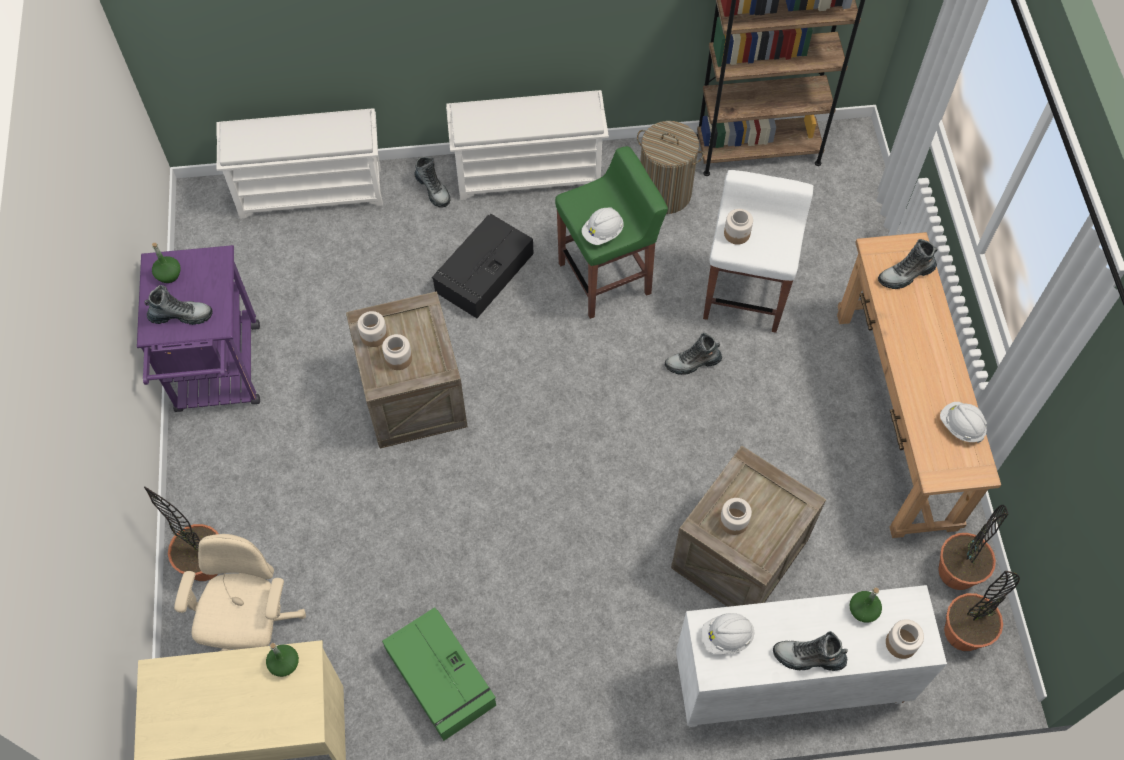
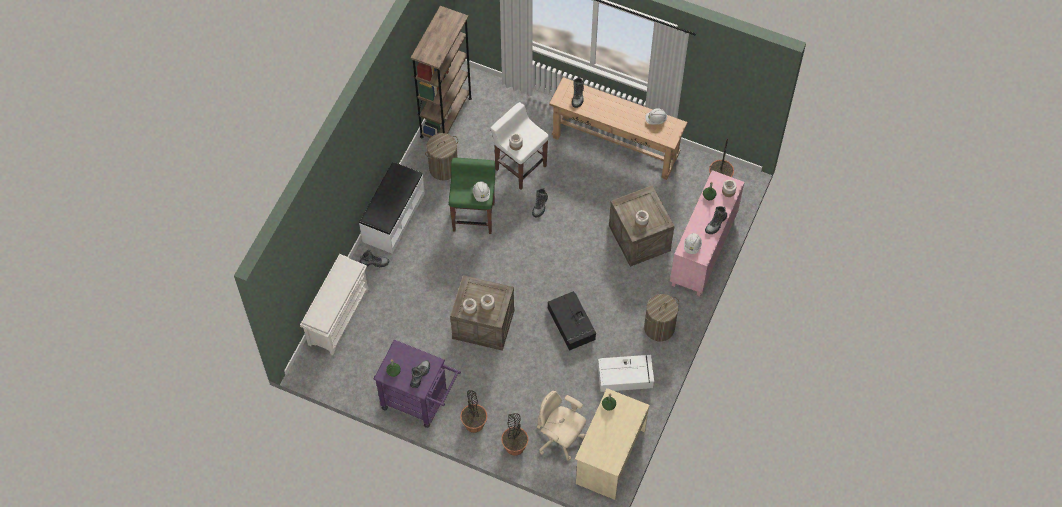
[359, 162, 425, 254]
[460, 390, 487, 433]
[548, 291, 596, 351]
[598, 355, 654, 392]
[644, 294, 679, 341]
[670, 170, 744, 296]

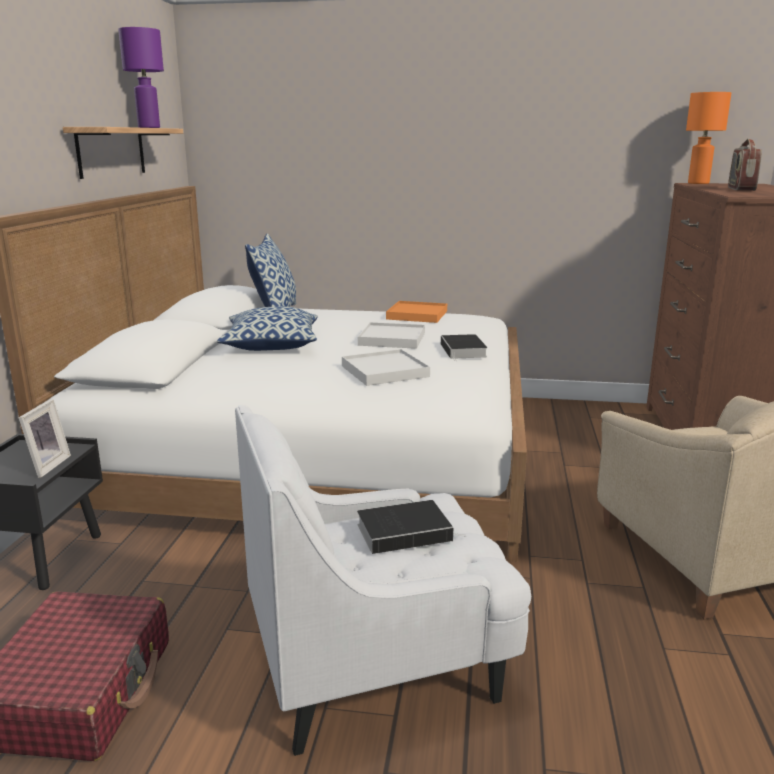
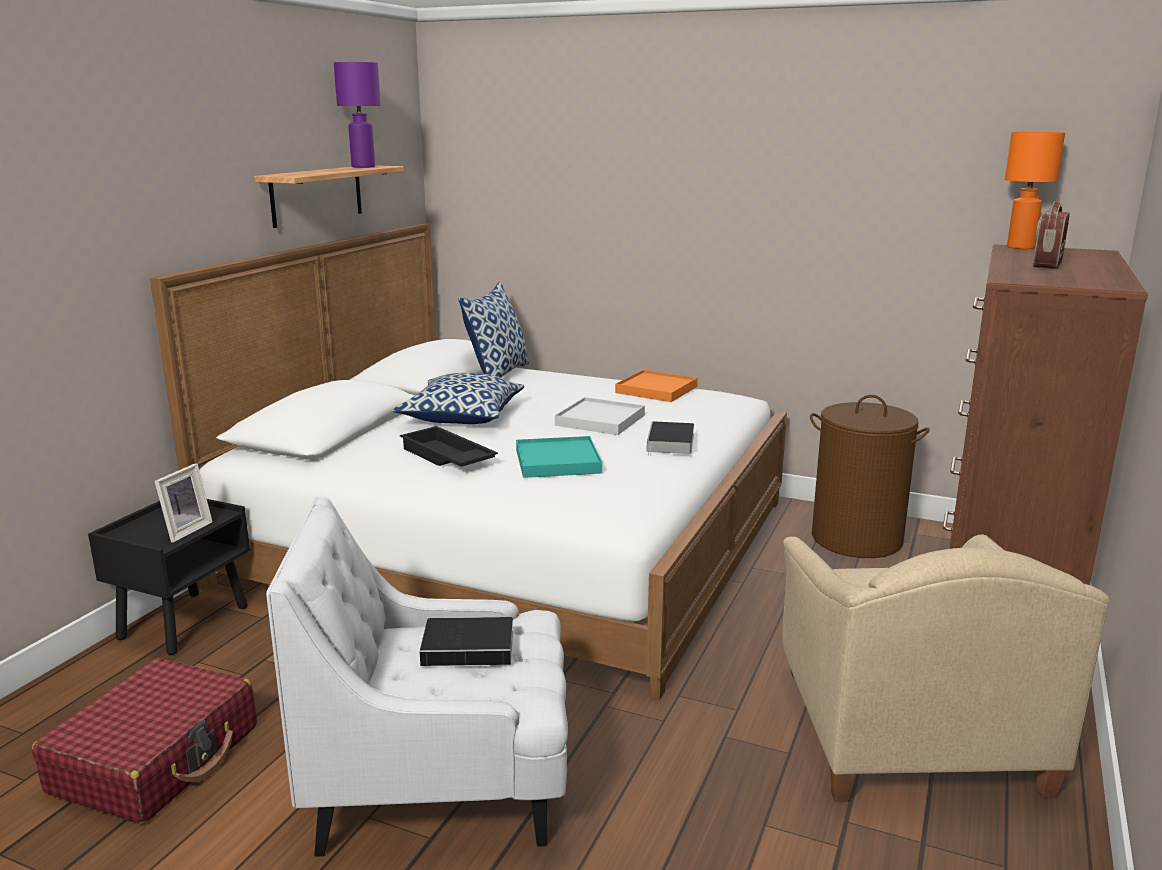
[400, 426, 498, 467]
[516, 436, 602, 478]
[810, 395, 930, 558]

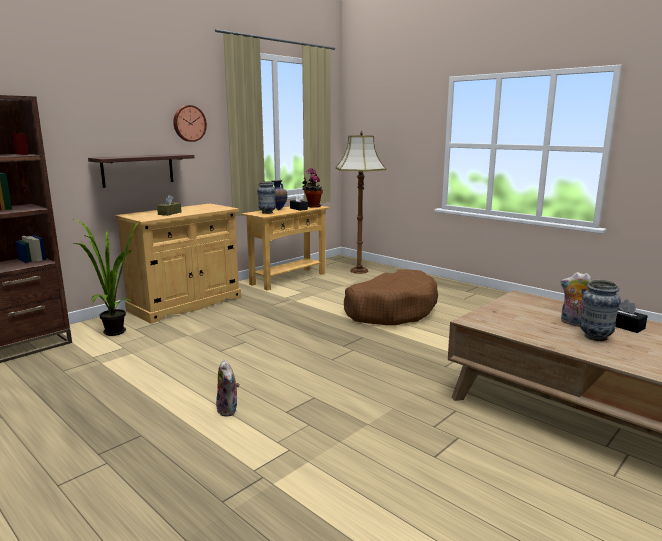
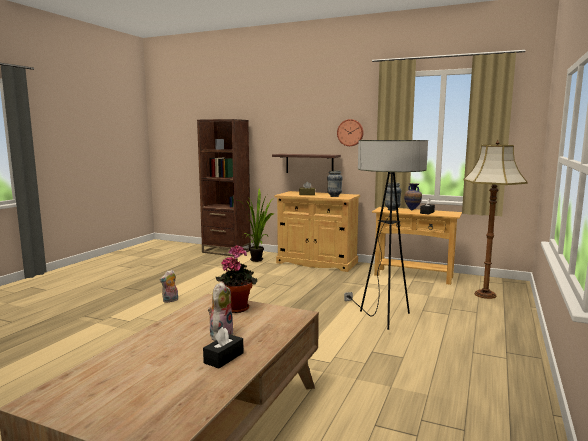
[216, 245, 257, 313]
[327, 170, 343, 197]
[344, 140, 428, 330]

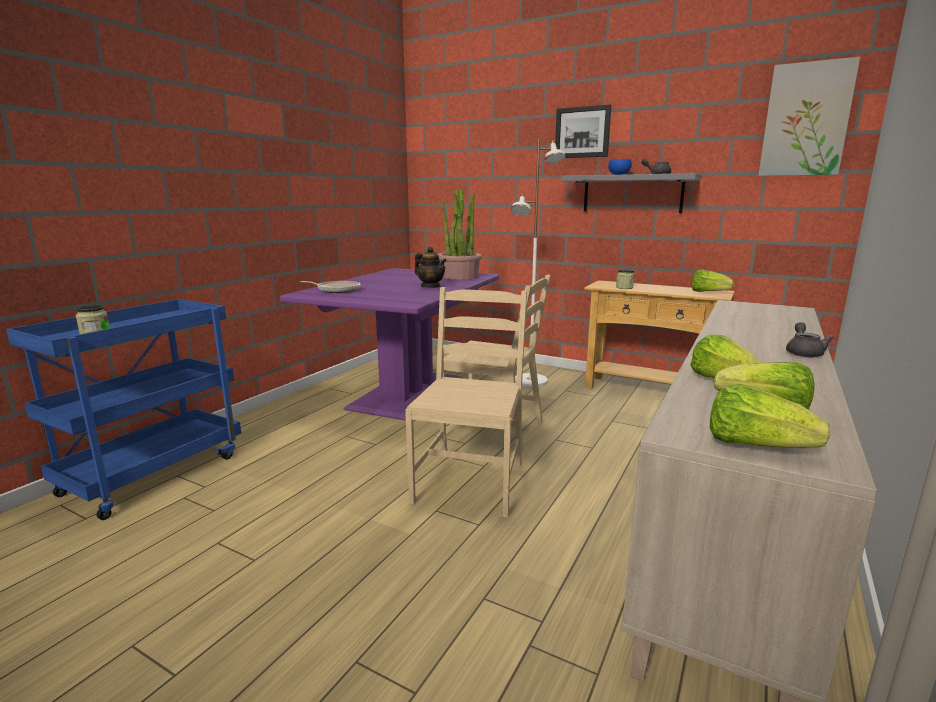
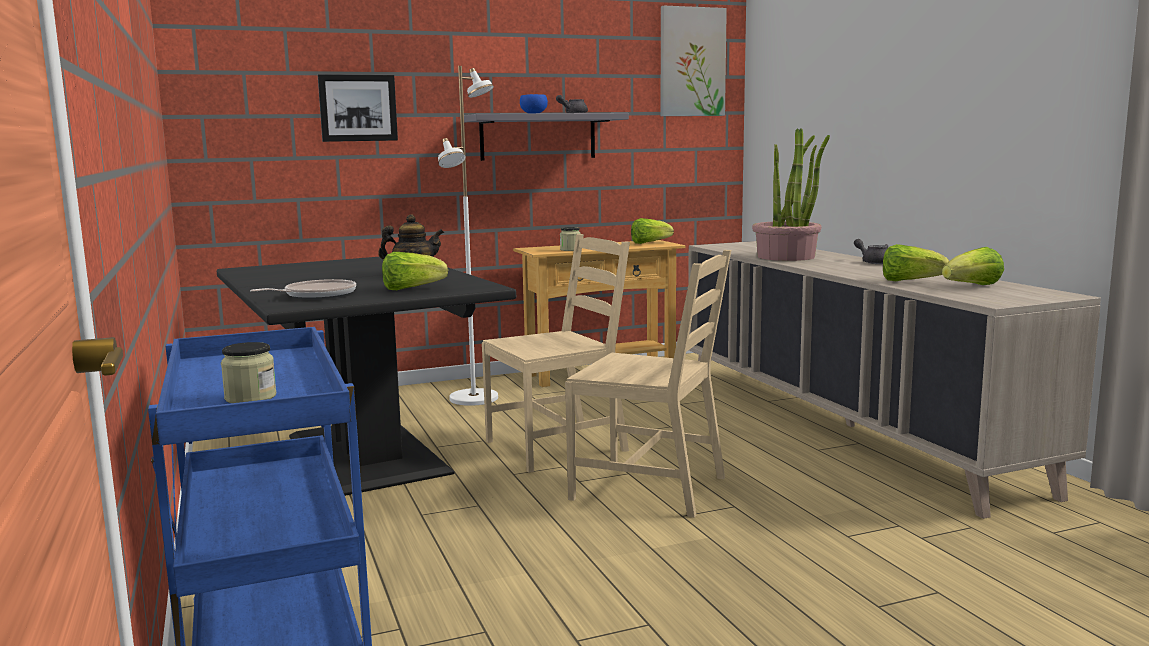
[217, 257, 516, 496]
[318, 74, 398, 142]
[382, 252, 448, 290]
[565, 250, 731, 518]
[752, 128, 830, 261]

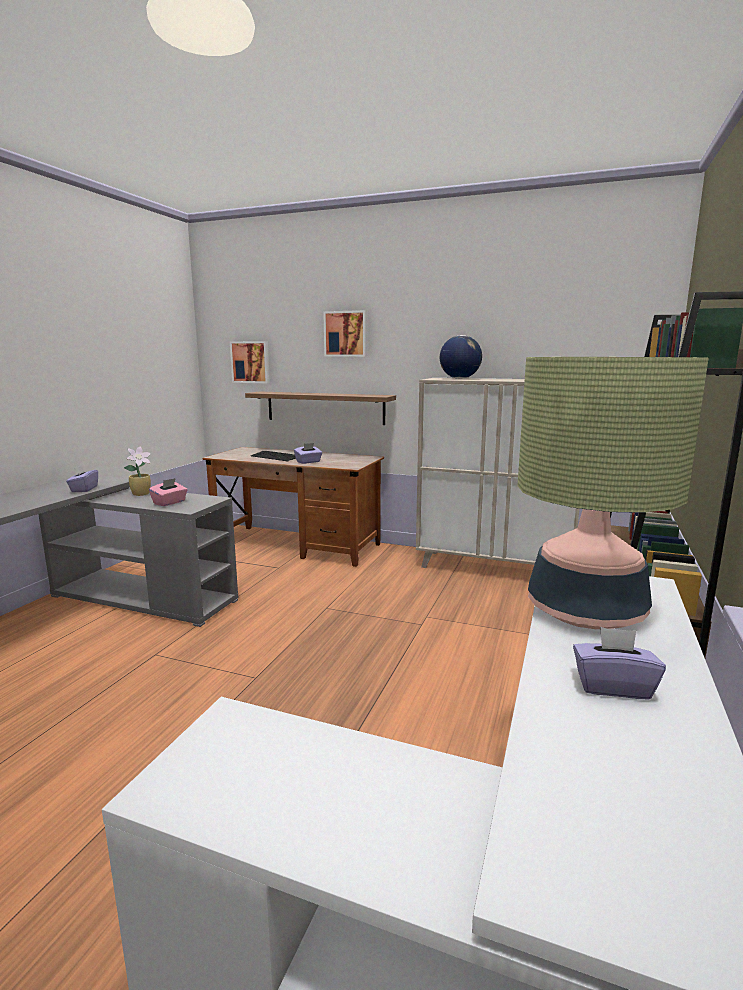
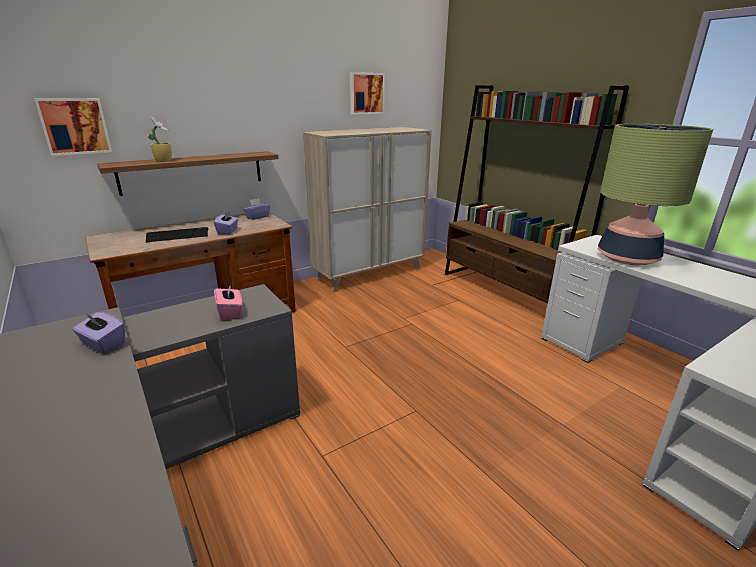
[148, 116, 172, 162]
[243, 198, 270, 220]
[350, 72, 385, 115]
[440, 335, 482, 379] (first image)

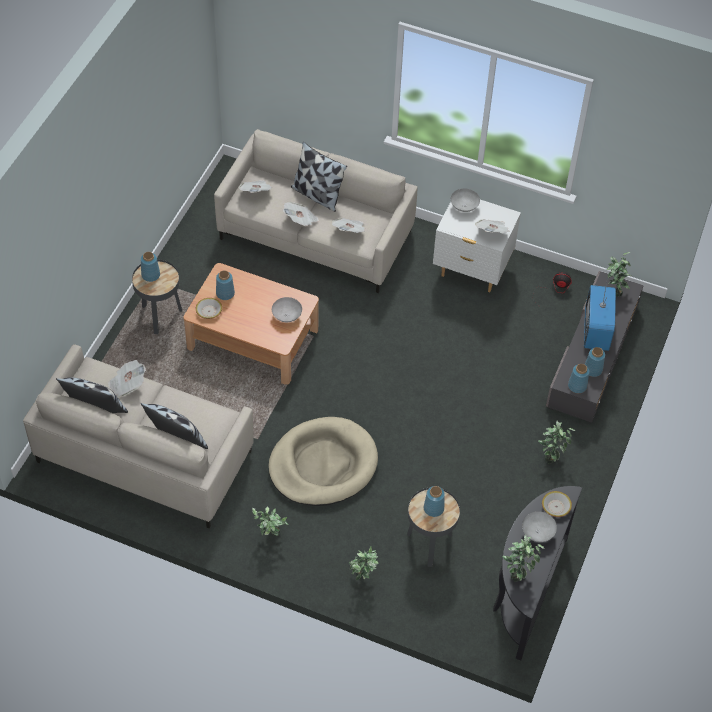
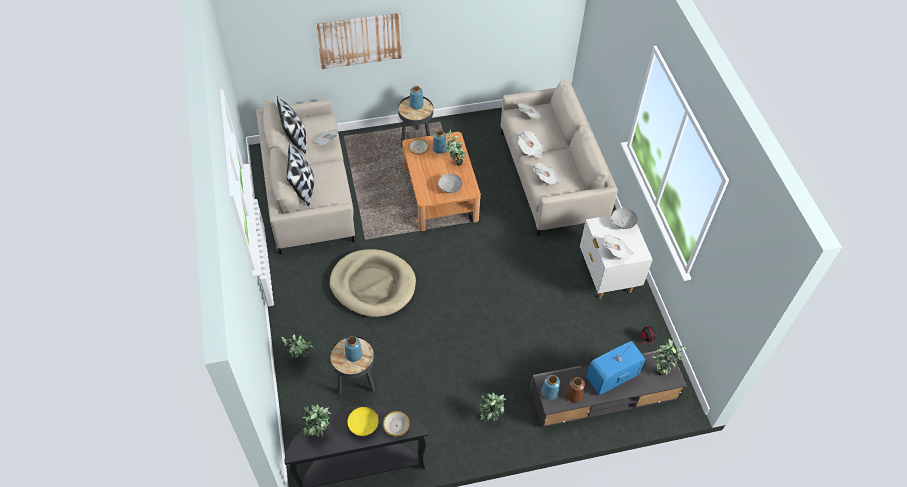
[316, 13, 403, 69]
[347, 407, 379, 436]
[443, 130, 466, 166]
[566, 377, 585, 402]
[291, 142, 347, 212] (first image)

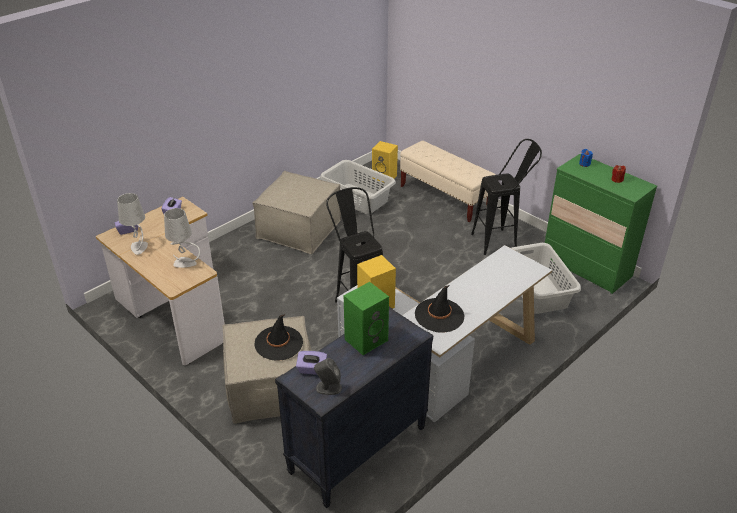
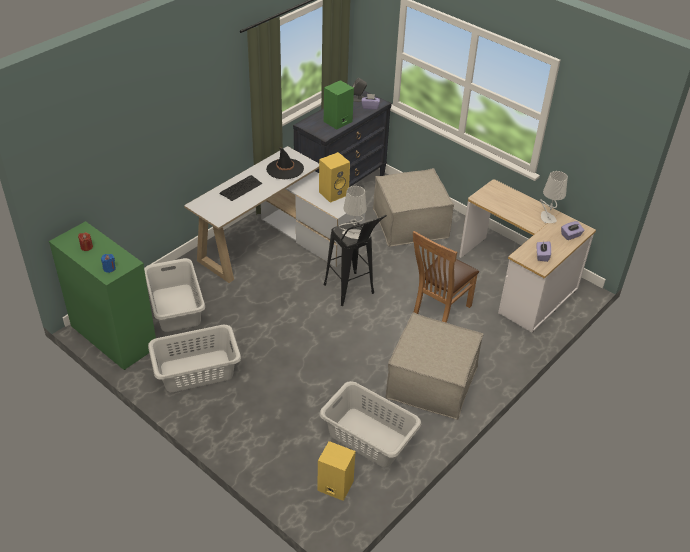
[148, 325, 241, 392]
[219, 175, 262, 201]
[339, 186, 367, 239]
[413, 231, 479, 323]
[254, 314, 303, 361] (first image)
[400, 141, 496, 222] (first image)

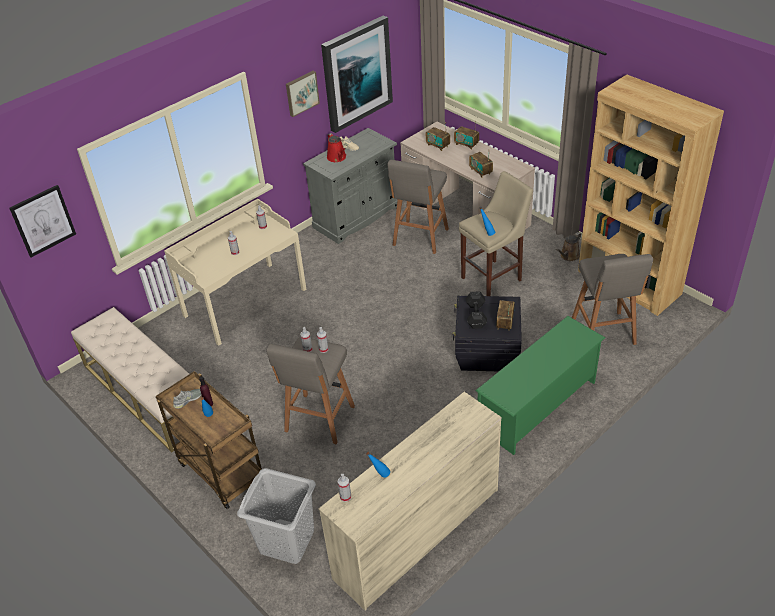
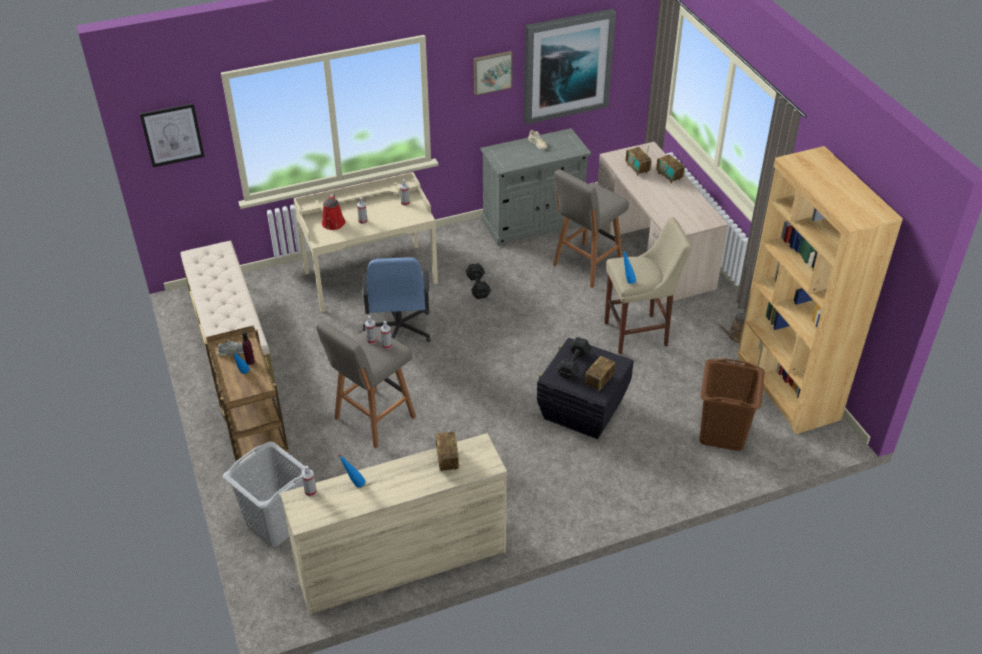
[322, 194, 345, 230]
[362, 257, 431, 342]
[436, 432, 459, 472]
[465, 263, 491, 299]
[699, 358, 765, 451]
[475, 316, 605, 455] (first image)

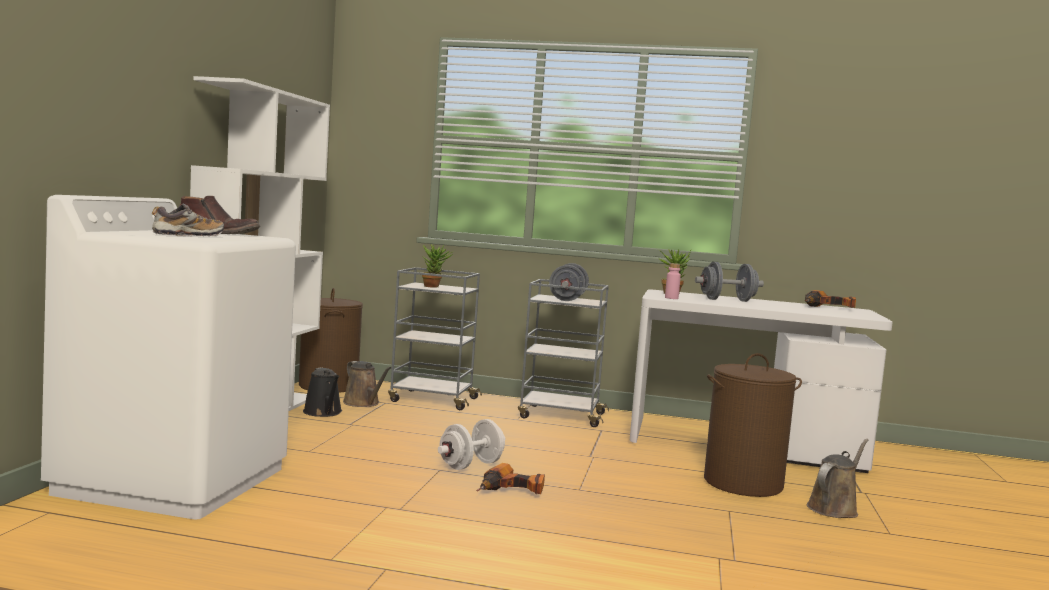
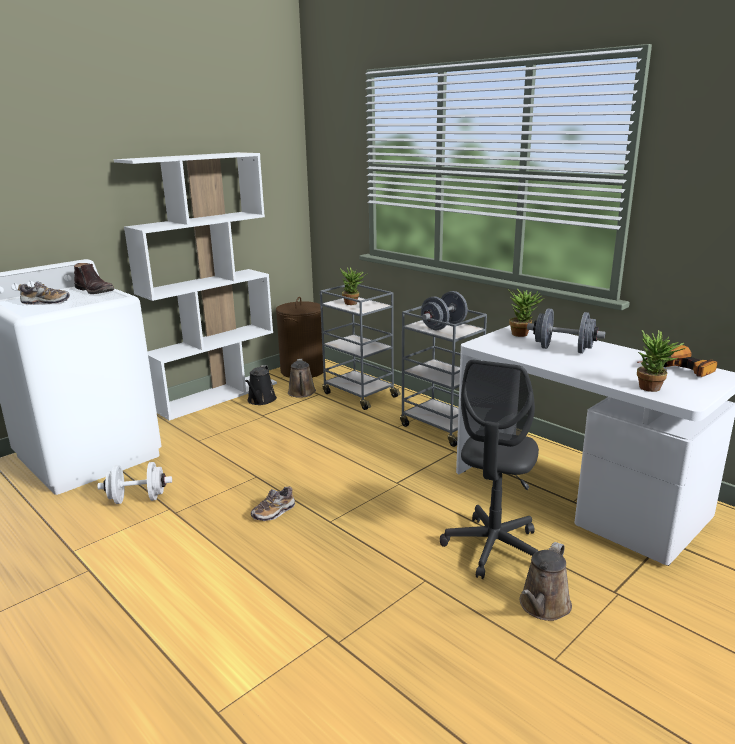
[97, 462, 172, 504]
[251, 486, 295, 521]
[440, 360, 539, 579]
[520, 542, 572, 621]
[637, 330, 686, 392]
[665, 263, 681, 299] (first image)

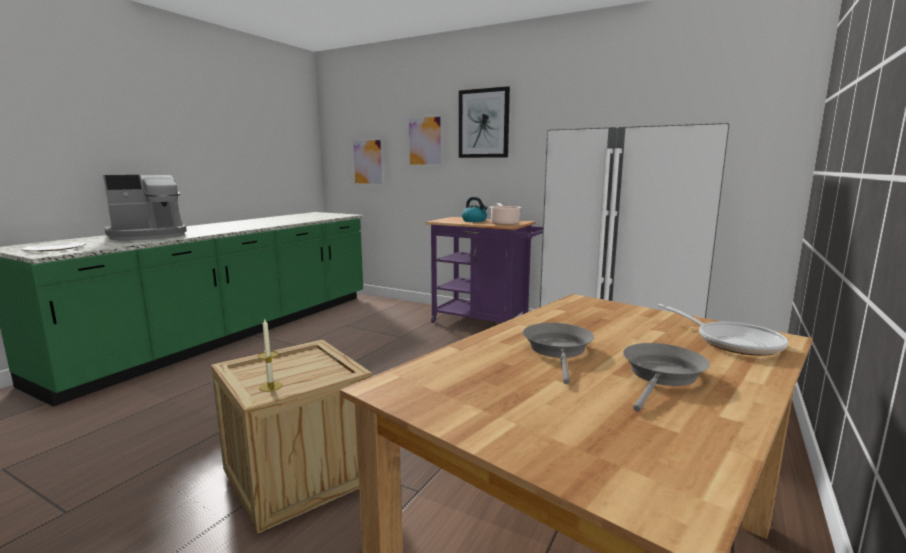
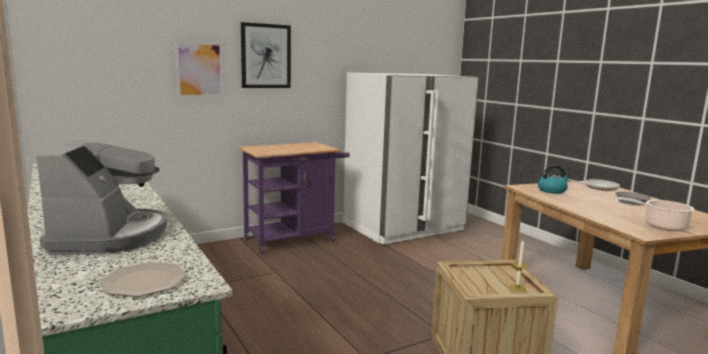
[538, 165, 570, 194]
[618, 197, 695, 231]
[351, 138, 384, 186] (first image)
[523, 323, 594, 384] (first image)

